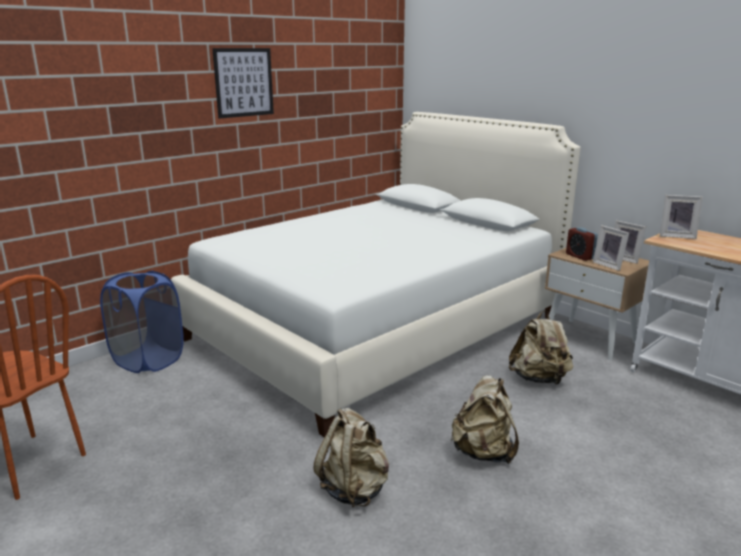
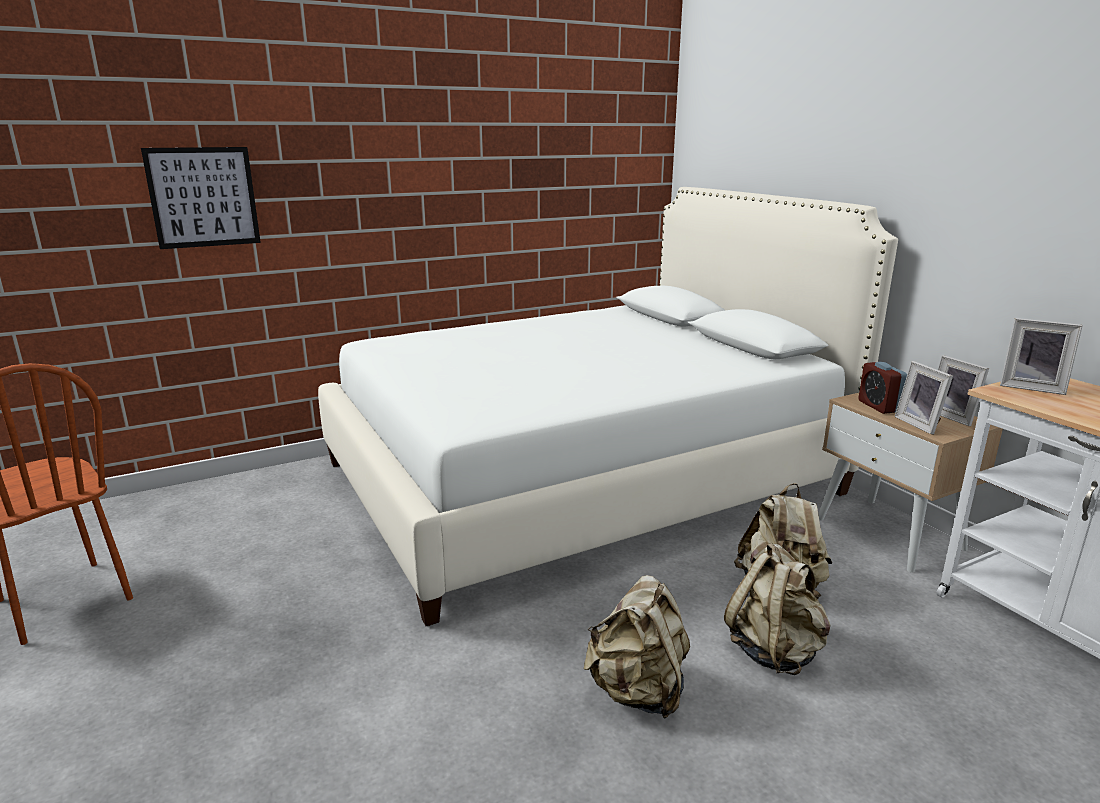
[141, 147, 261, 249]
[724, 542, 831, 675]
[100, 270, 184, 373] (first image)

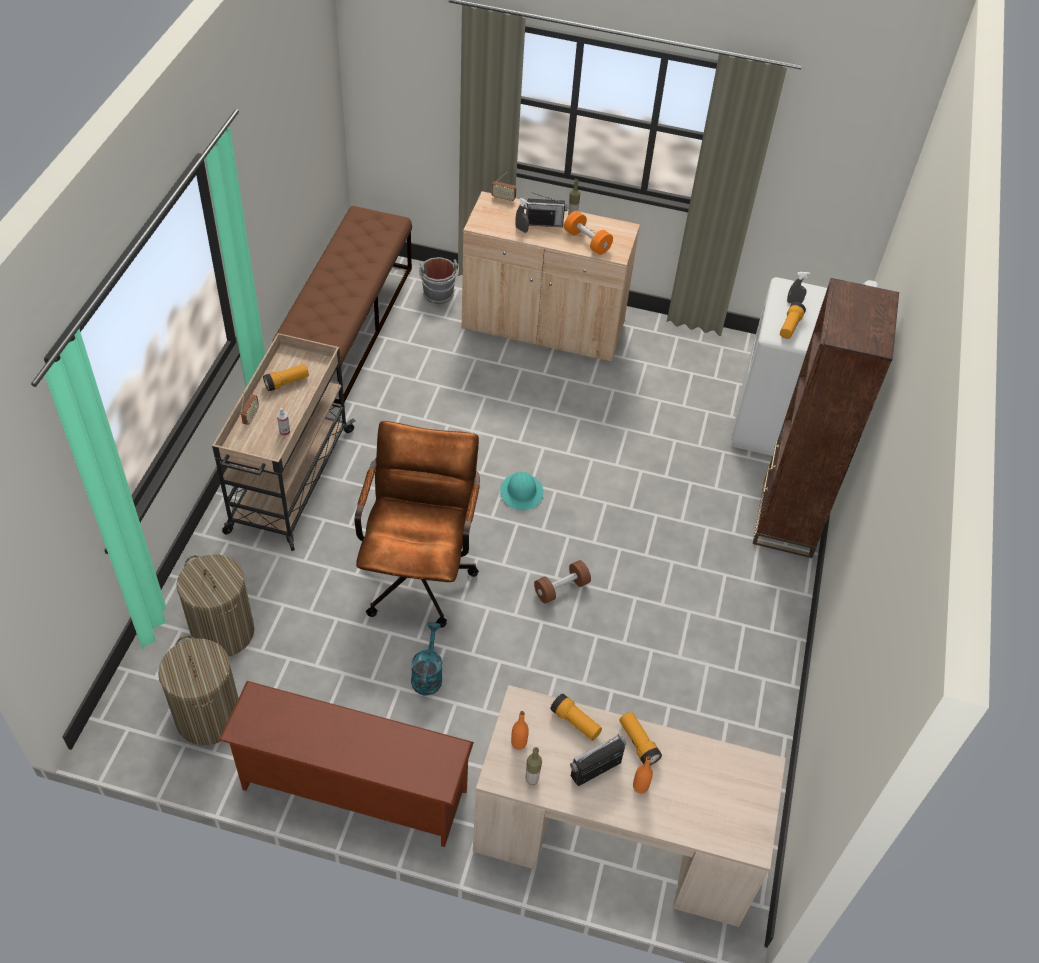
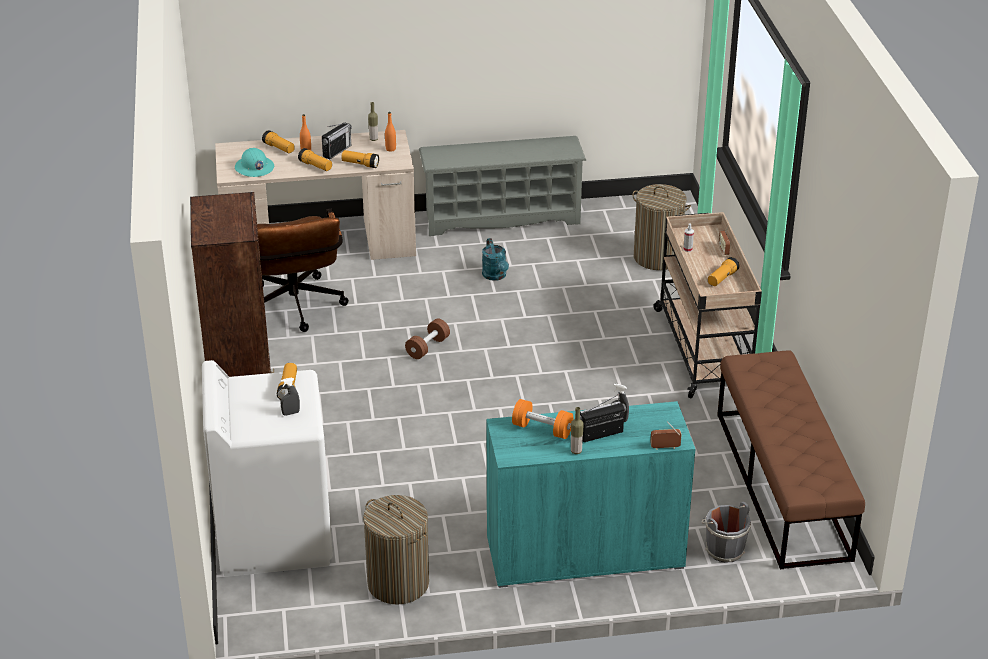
[235, 148, 274, 177]
[257, 208, 349, 332]
[262, 130, 295, 153]
[363, 495, 429, 605]
[419, 136, 586, 236]
[486, 401, 696, 588]

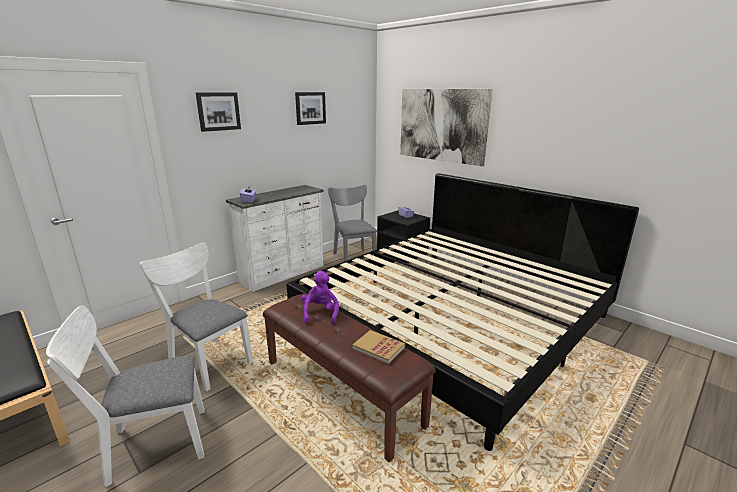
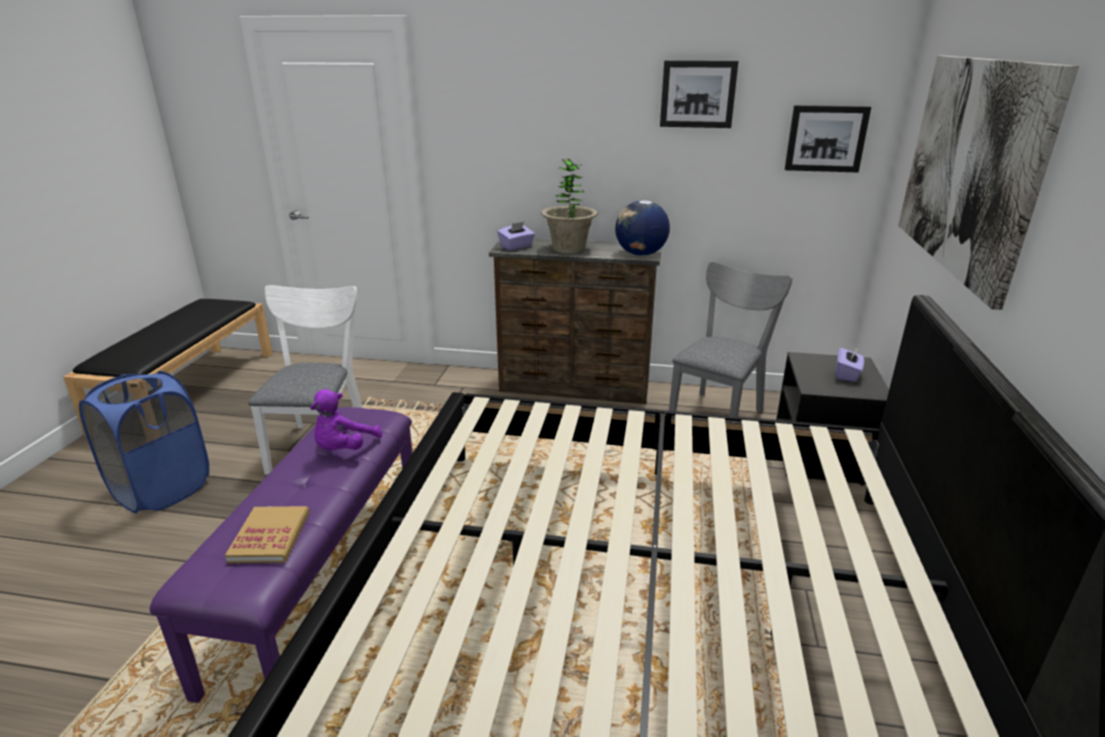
[79, 371, 209, 514]
[150, 407, 413, 703]
[310, 389, 382, 450]
[489, 239, 661, 404]
[541, 159, 598, 253]
[615, 200, 670, 256]
[785, 105, 871, 173]

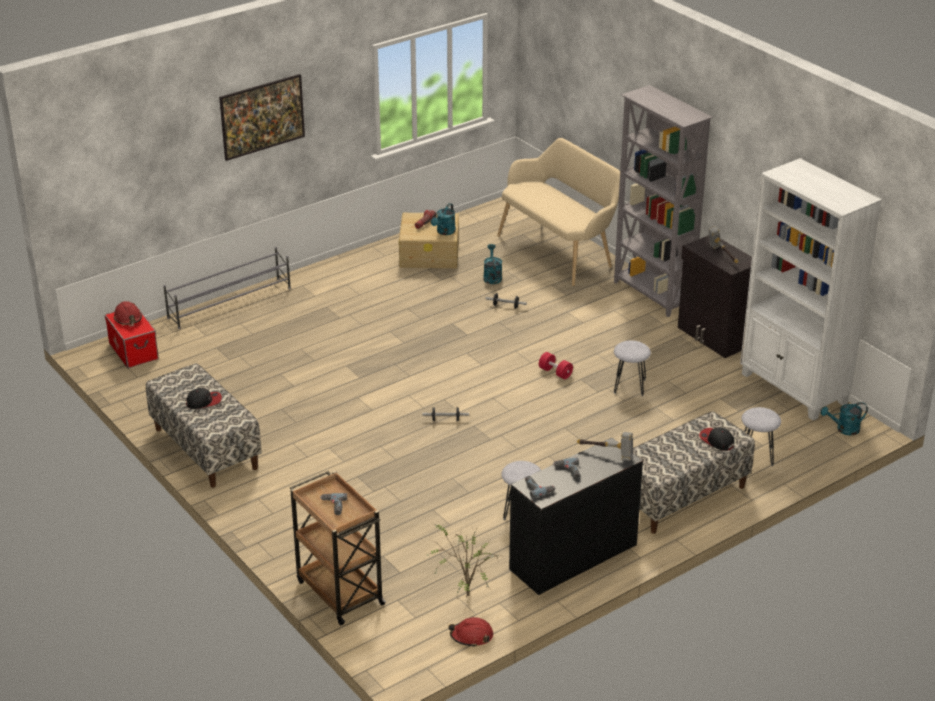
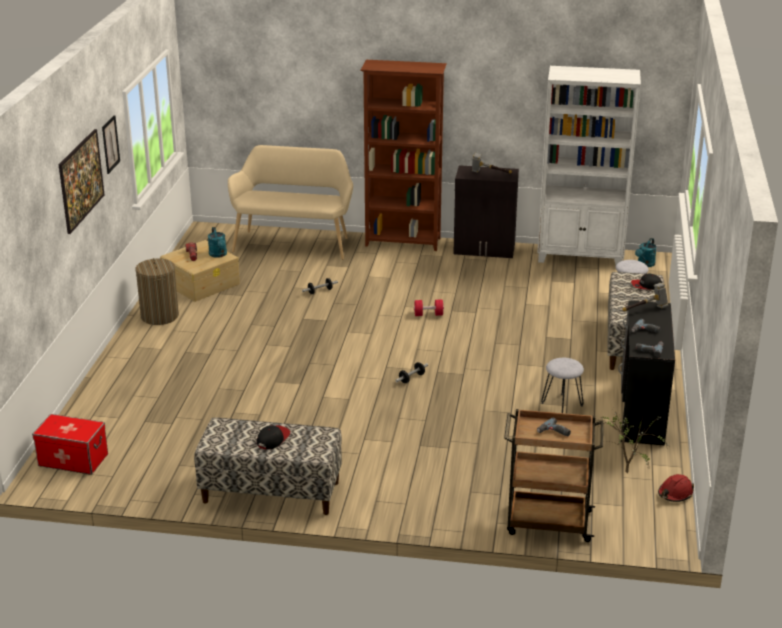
[102, 115, 120, 174]
[135, 258, 179, 325]
[360, 60, 447, 251]
[113, 301, 142, 325] (first image)
[163, 247, 291, 329] (first image)
[483, 244, 502, 284] (first image)
[614, 340, 651, 396] (first image)

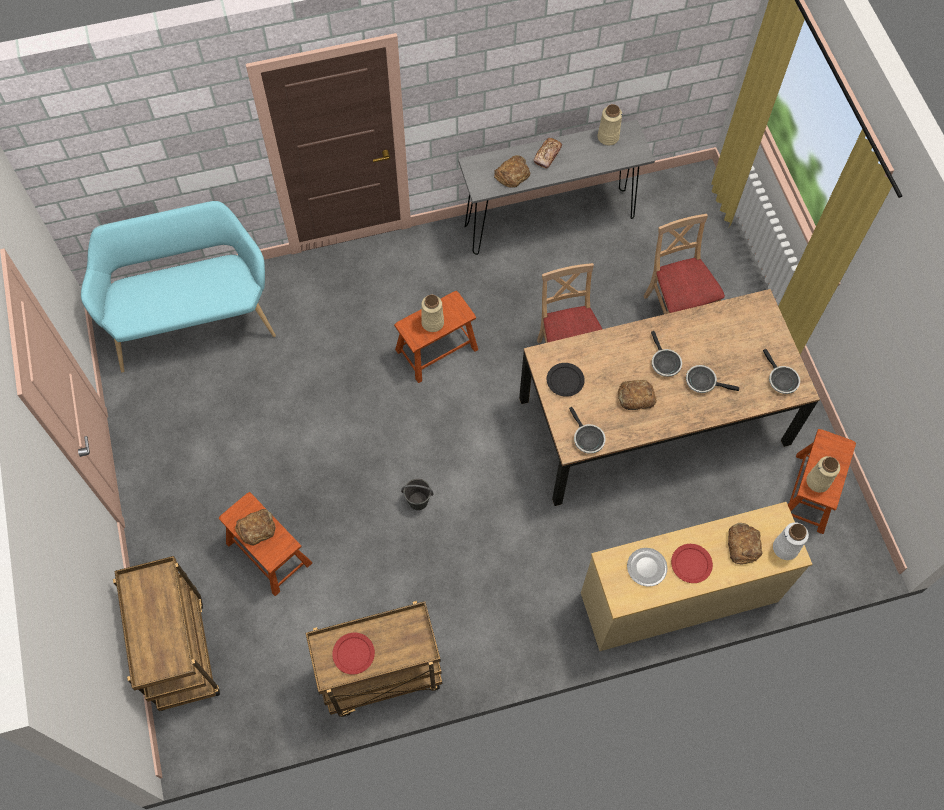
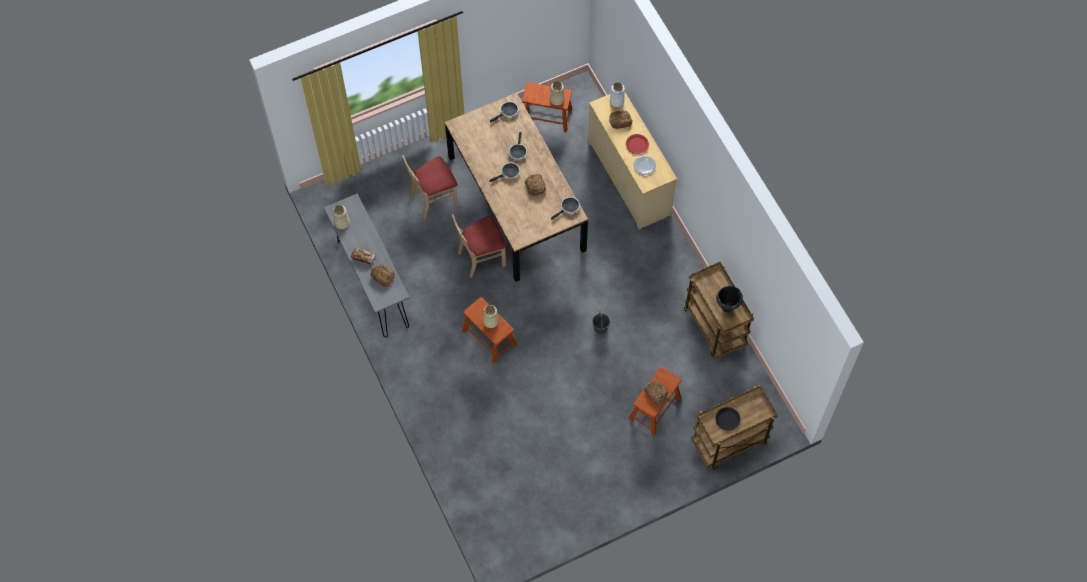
[716, 286, 743, 312]
[716, 407, 740, 431]
[81, 201, 276, 373] (first image)

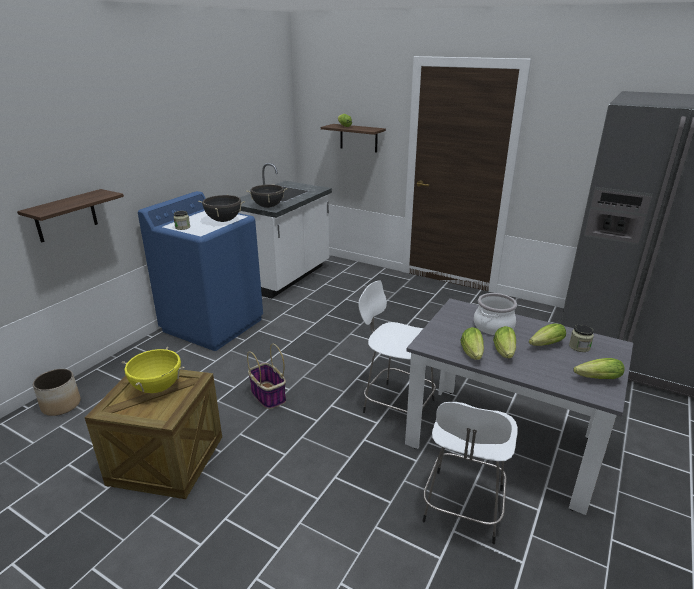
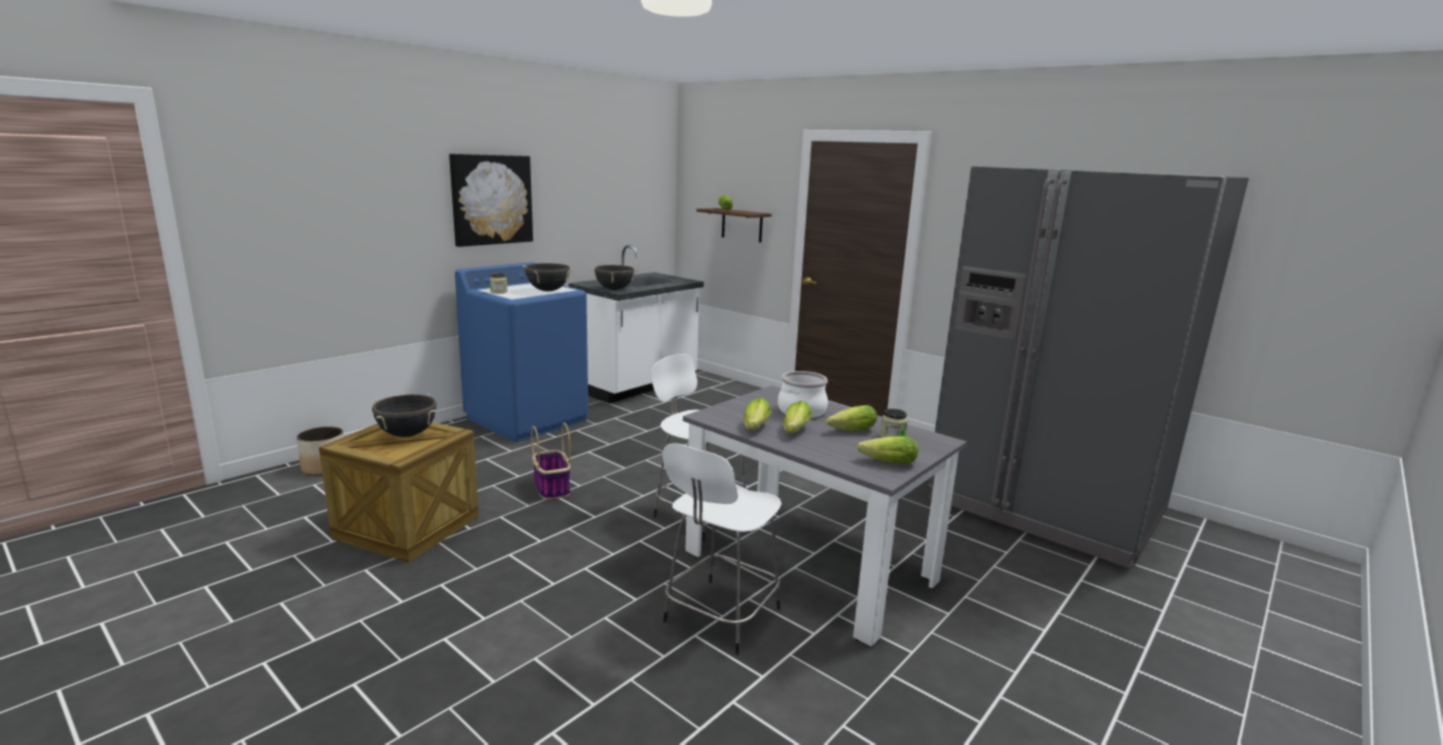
[372, 394, 437, 437]
[449, 154, 533, 247]
[17, 189, 124, 243] (first image)

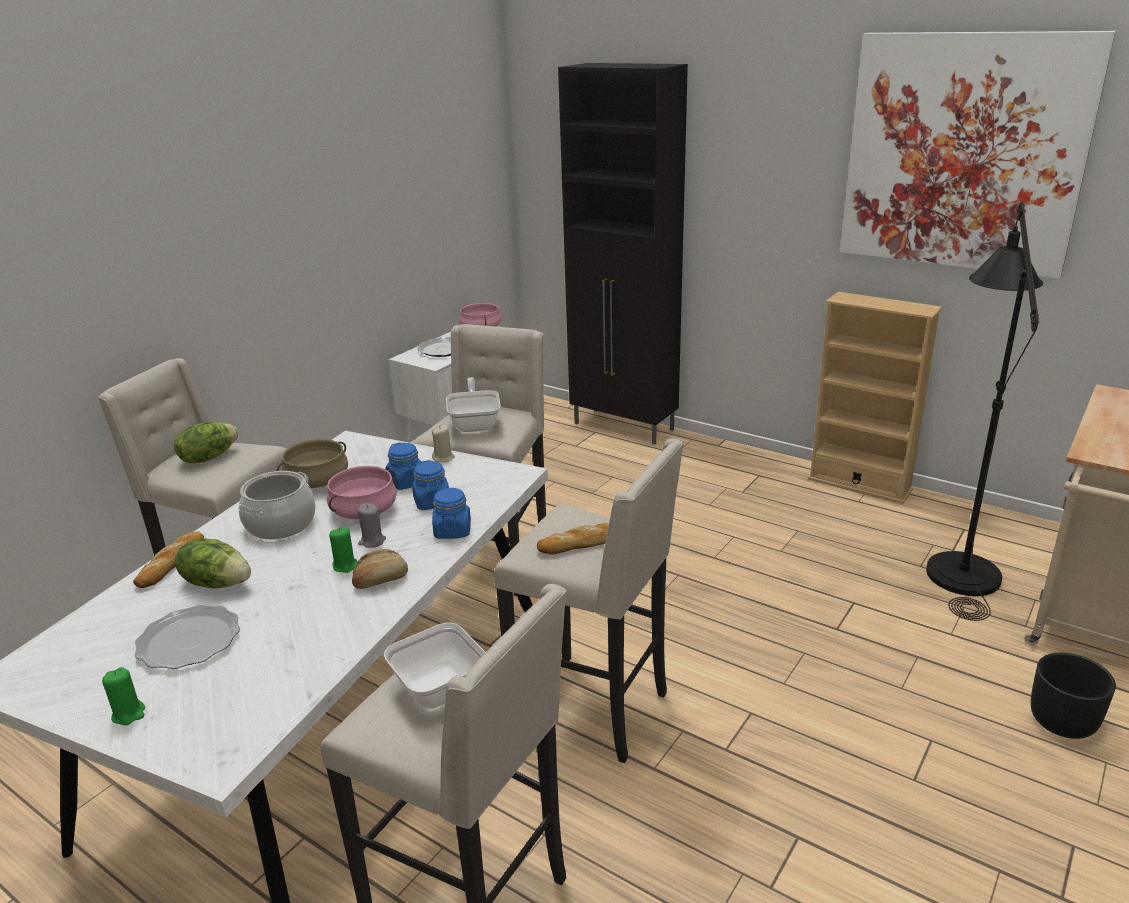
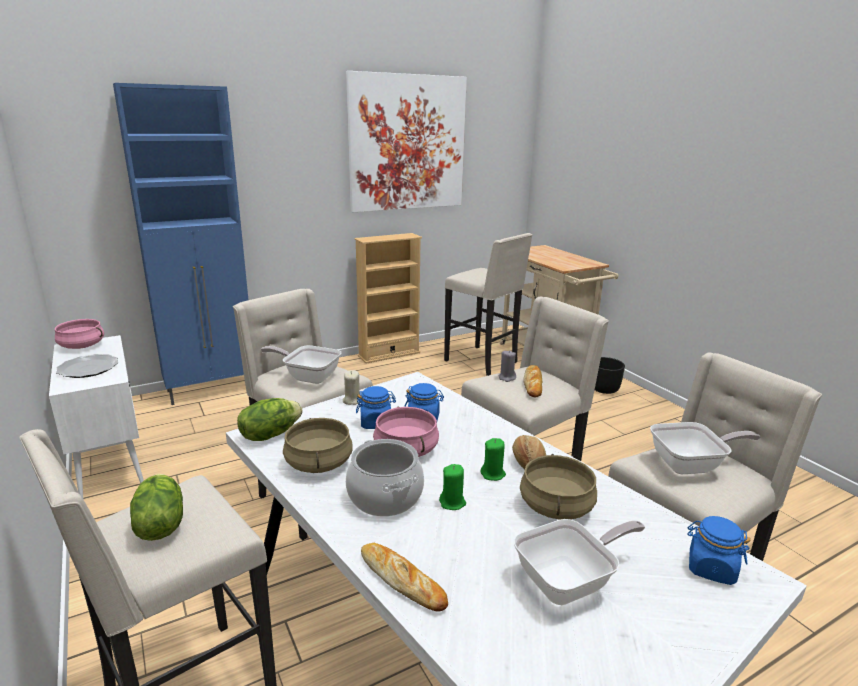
[113, 83, 248, 405]
[237, 398, 302, 441]
[439, 464, 466, 510]
[444, 233, 532, 376]
[498, 350, 516, 382]
[514, 519, 645, 605]
[520, 454, 597, 520]
[687, 516, 751, 585]

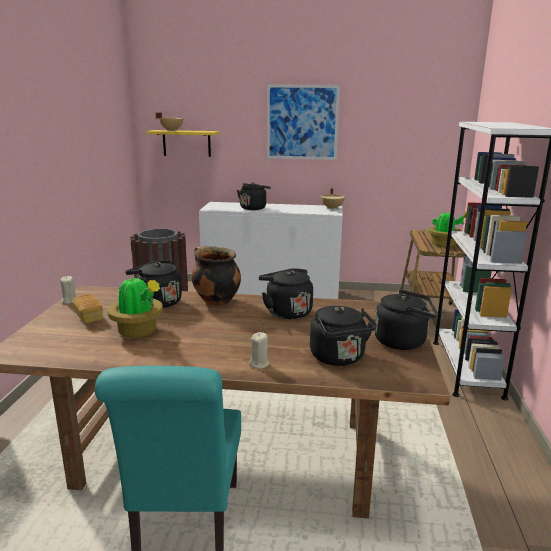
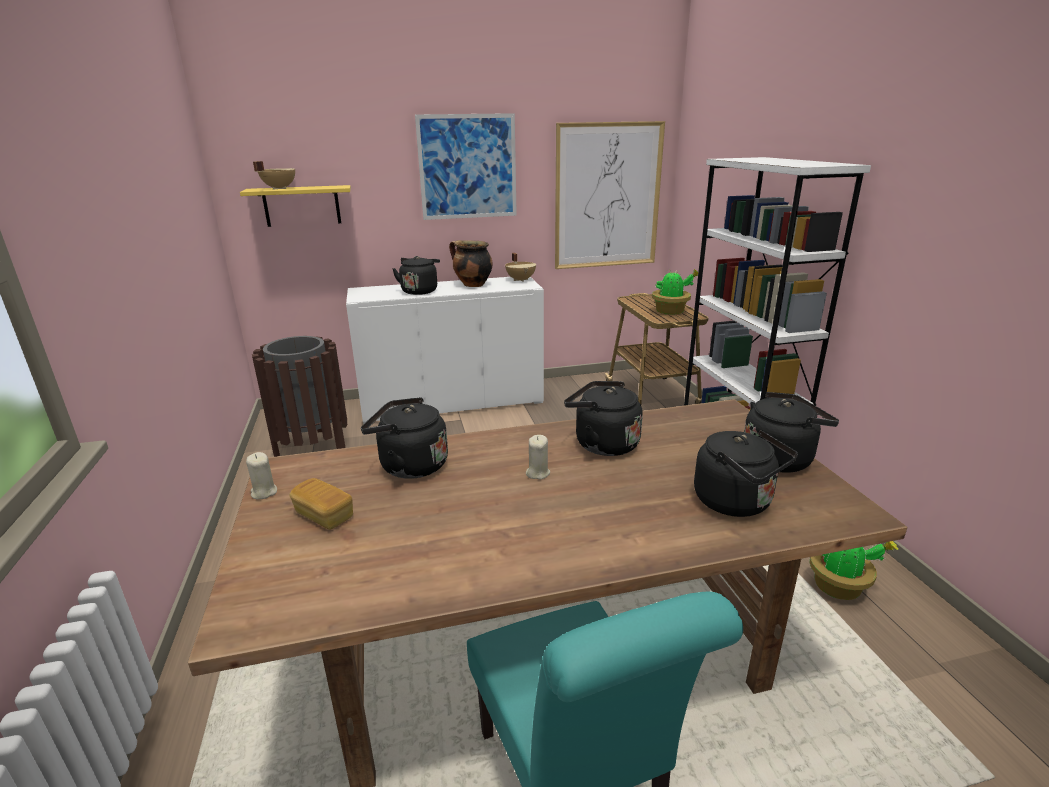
[449, 240, 493, 287]
[526, 435, 550, 480]
[555, 121, 665, 269]
[810, 541, 898, 600]

